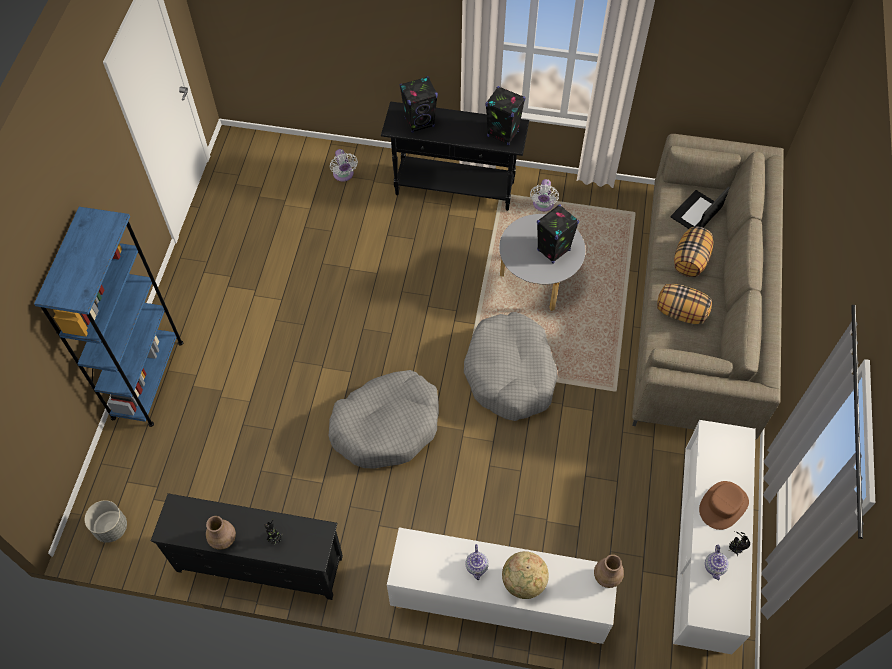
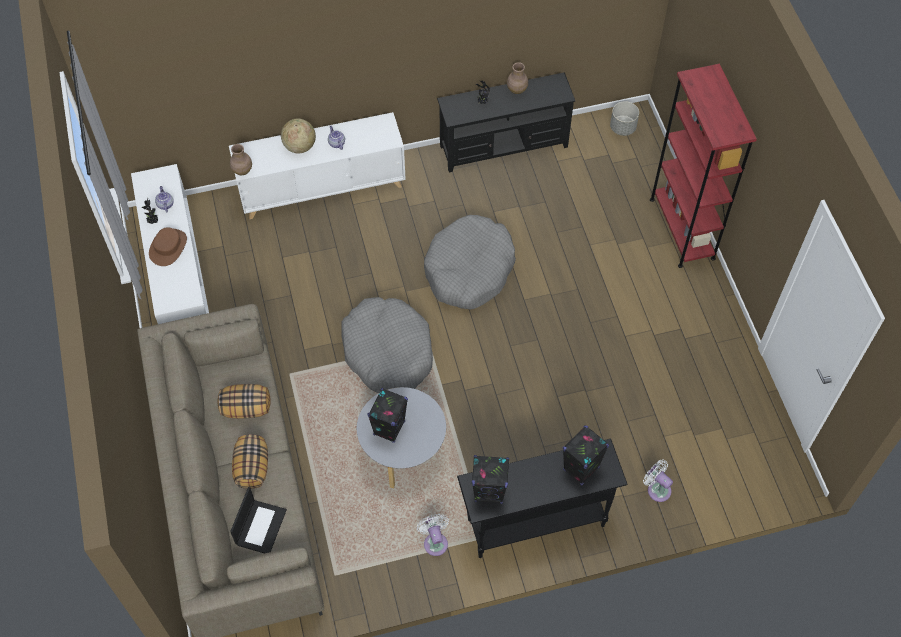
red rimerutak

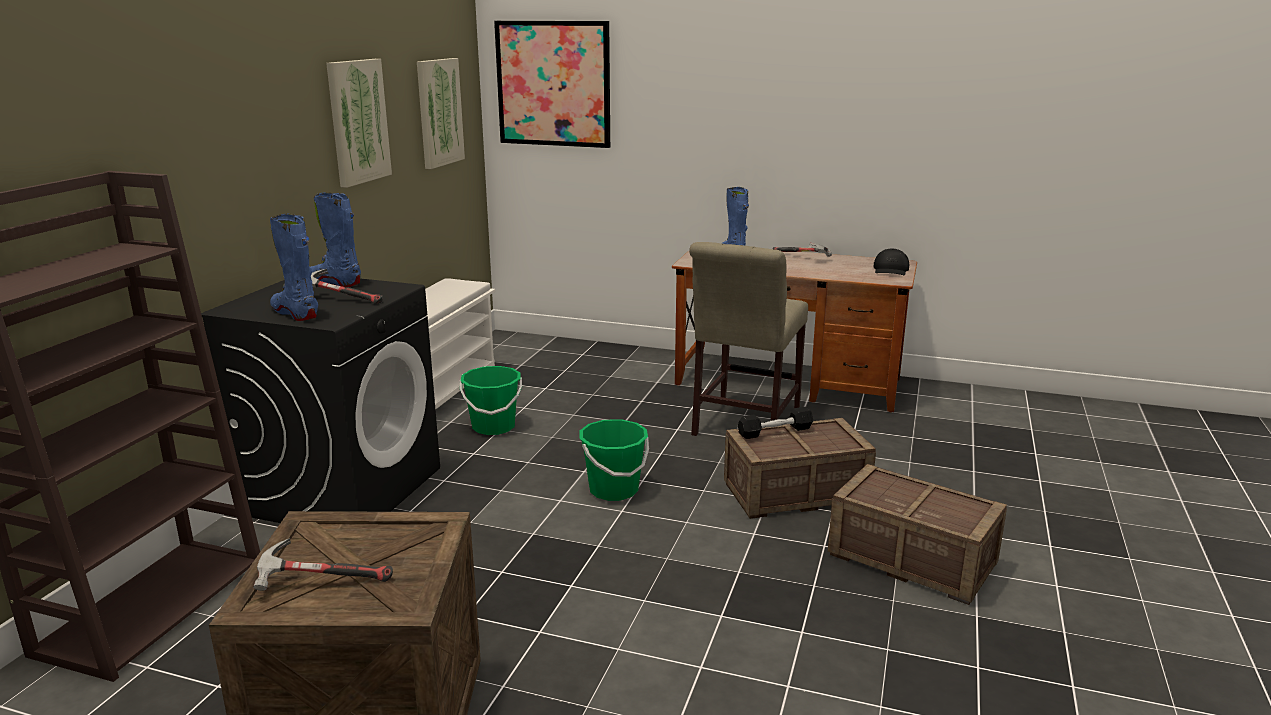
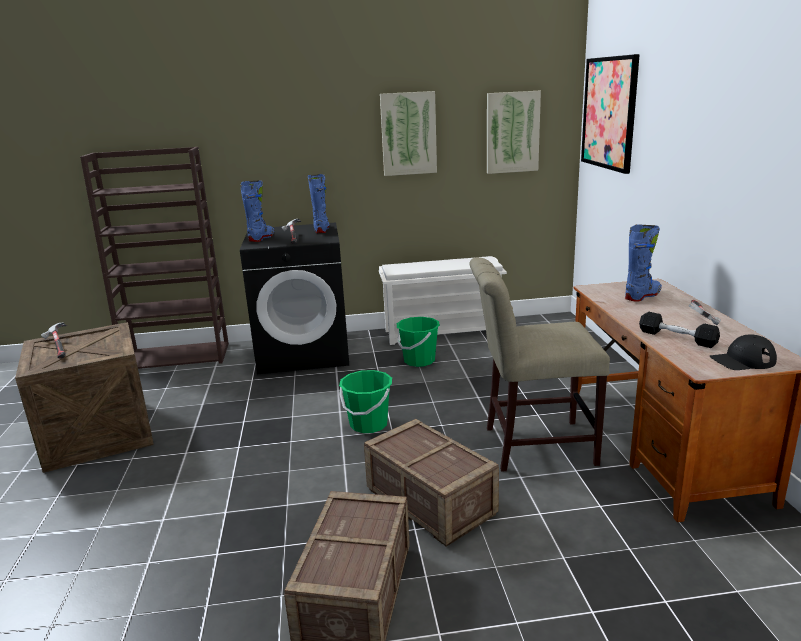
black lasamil

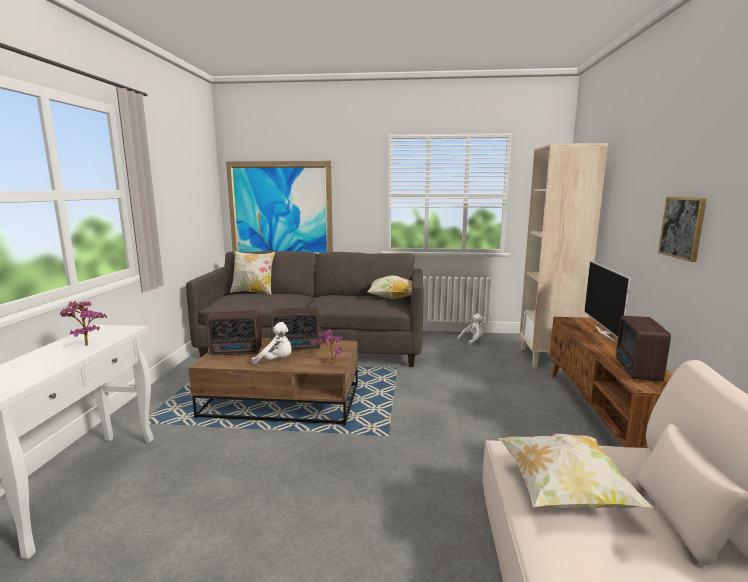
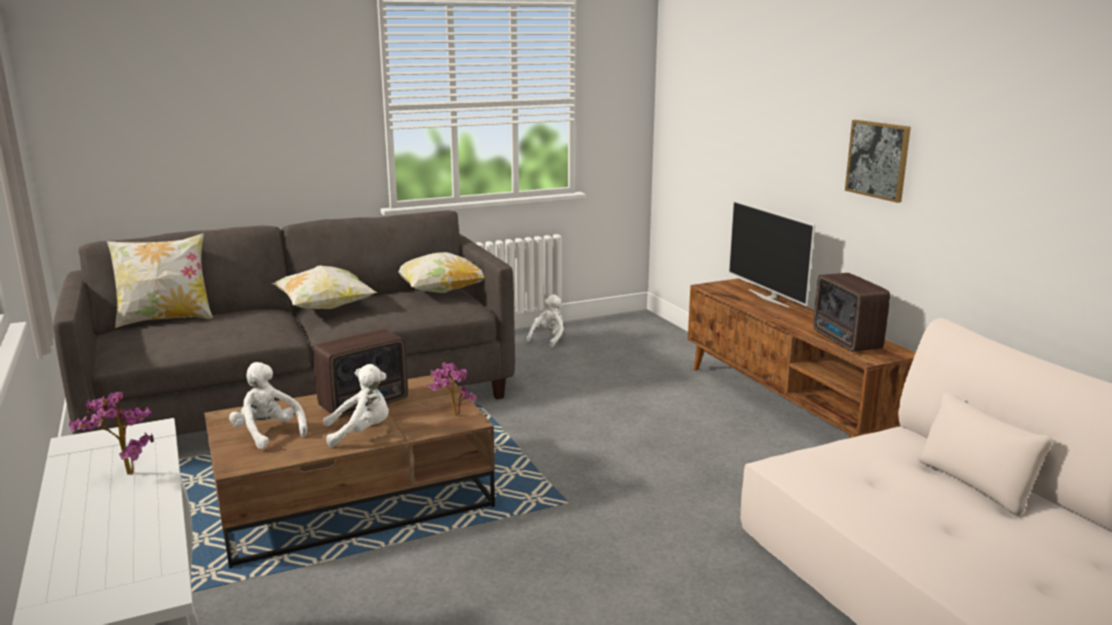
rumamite (1st from left in the first image); beige rimerutak; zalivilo (2nd from left); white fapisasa (1st from left)

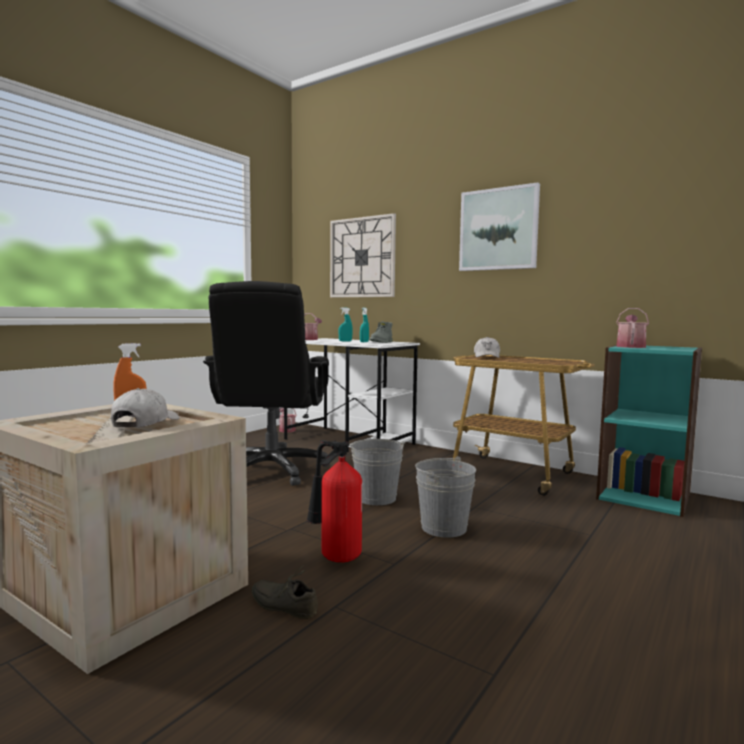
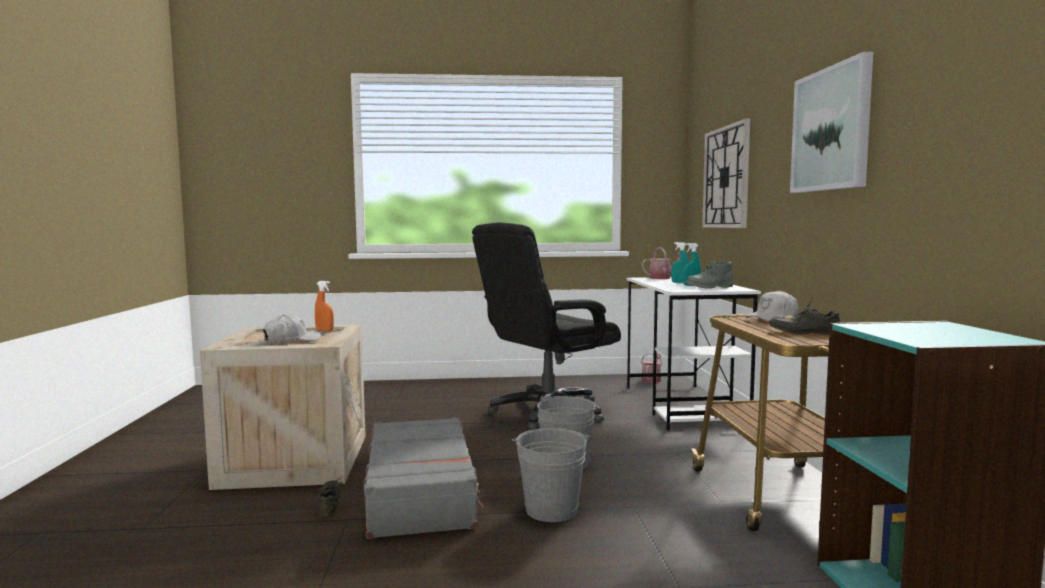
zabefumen (3rd from left in the first image); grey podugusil (2nd from left); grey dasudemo

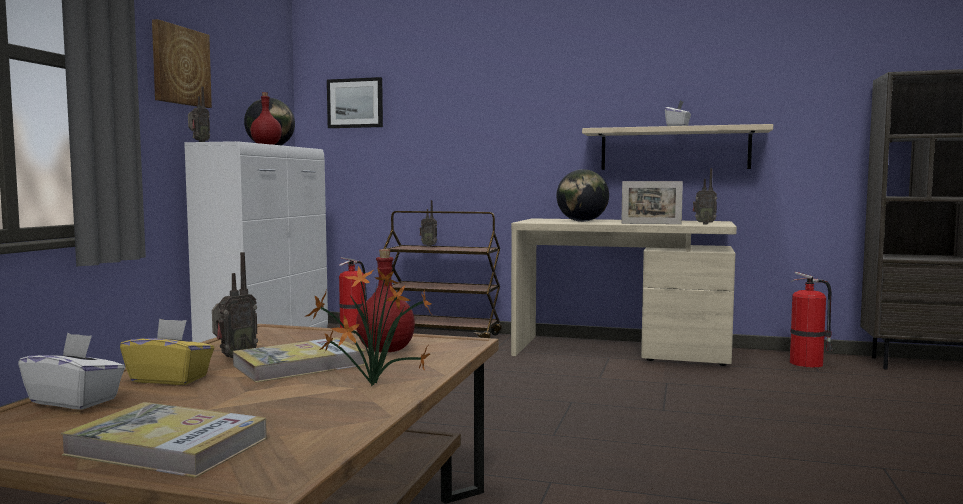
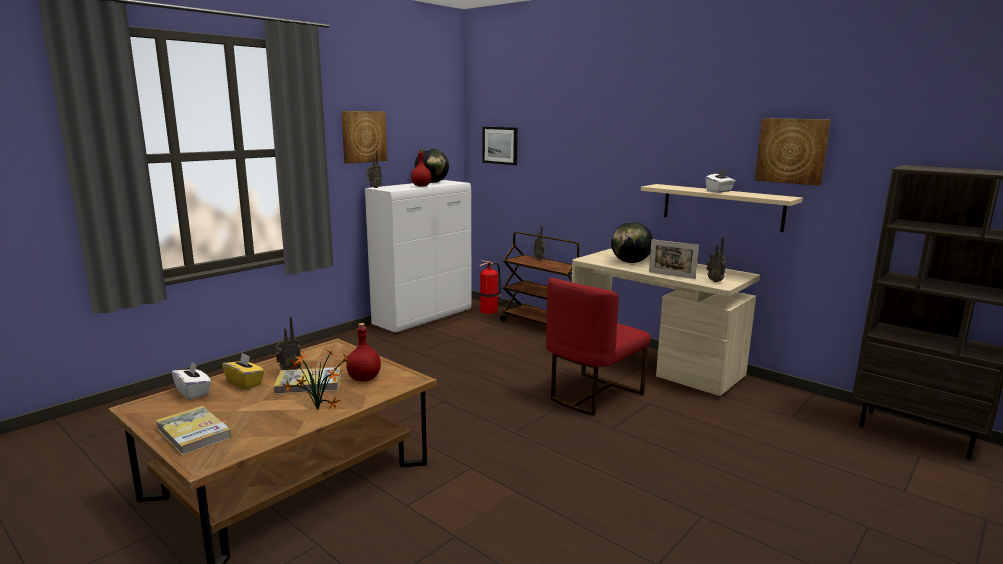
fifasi (2nd from left in the first image); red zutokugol; rumamite (3rd from left)

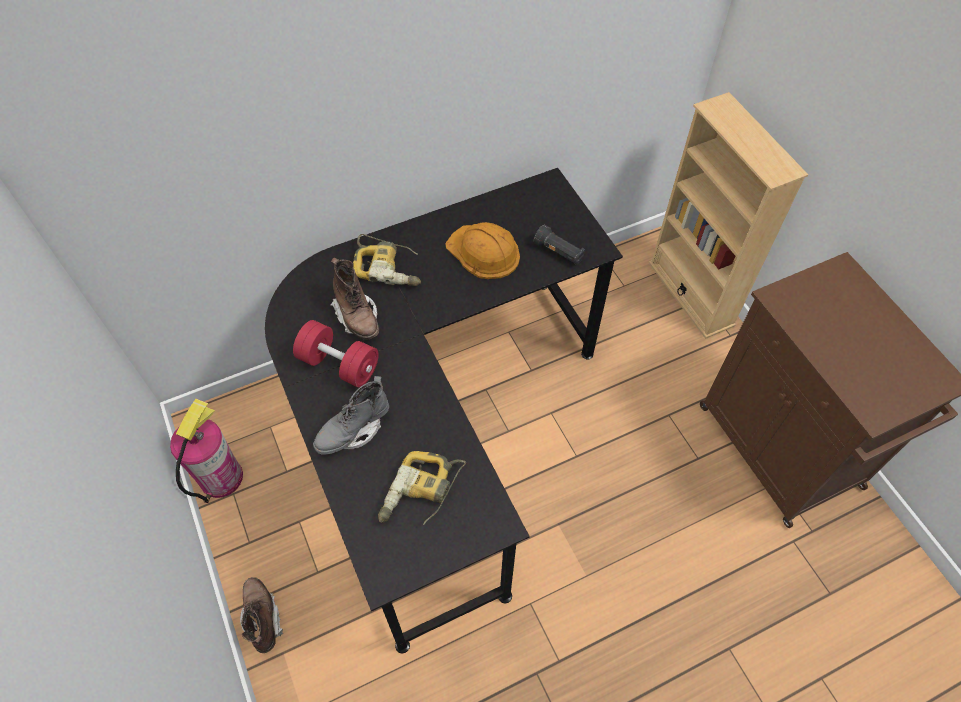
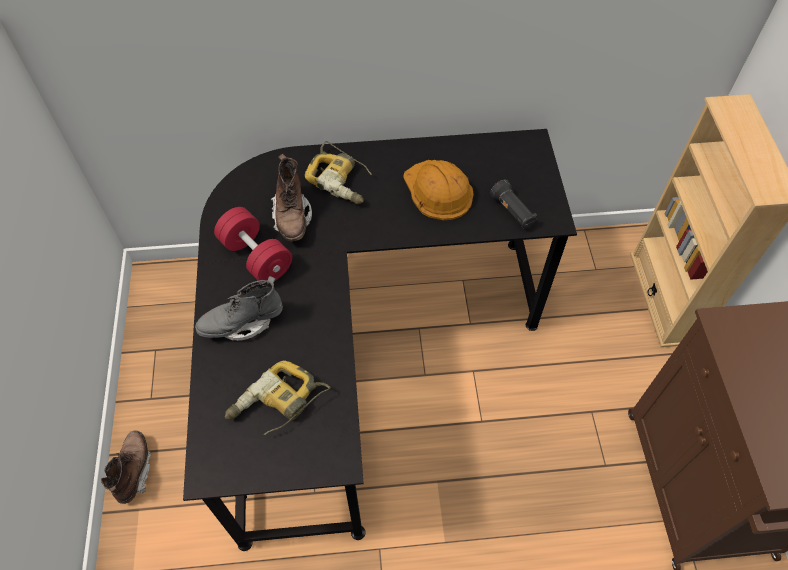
fifasi

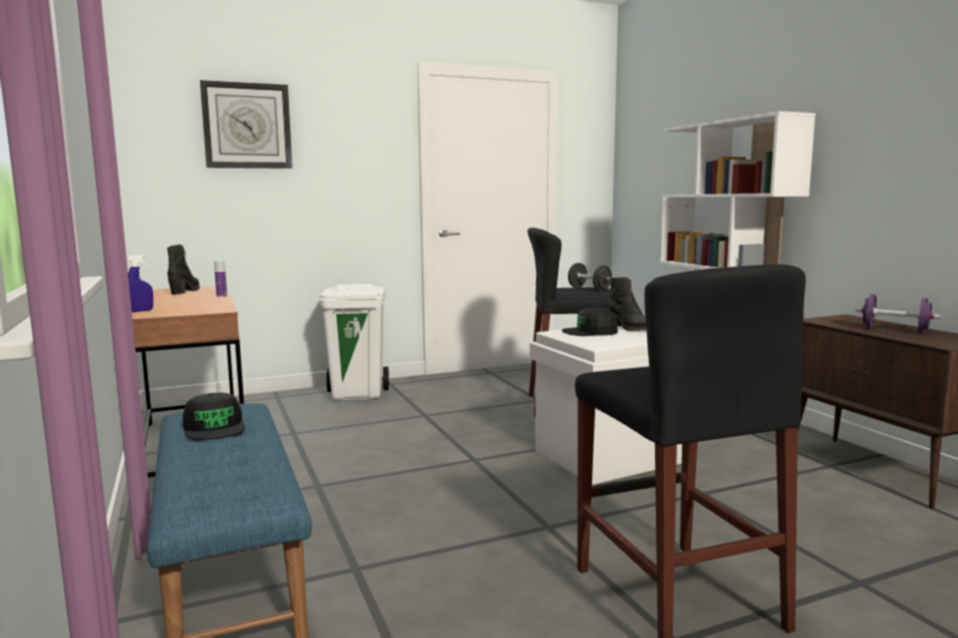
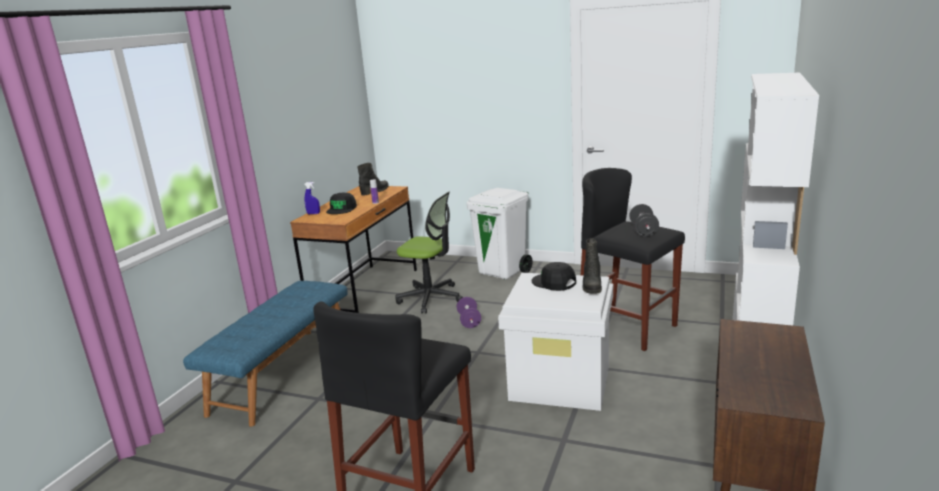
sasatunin; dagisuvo; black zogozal (1st from left); purple lasamil

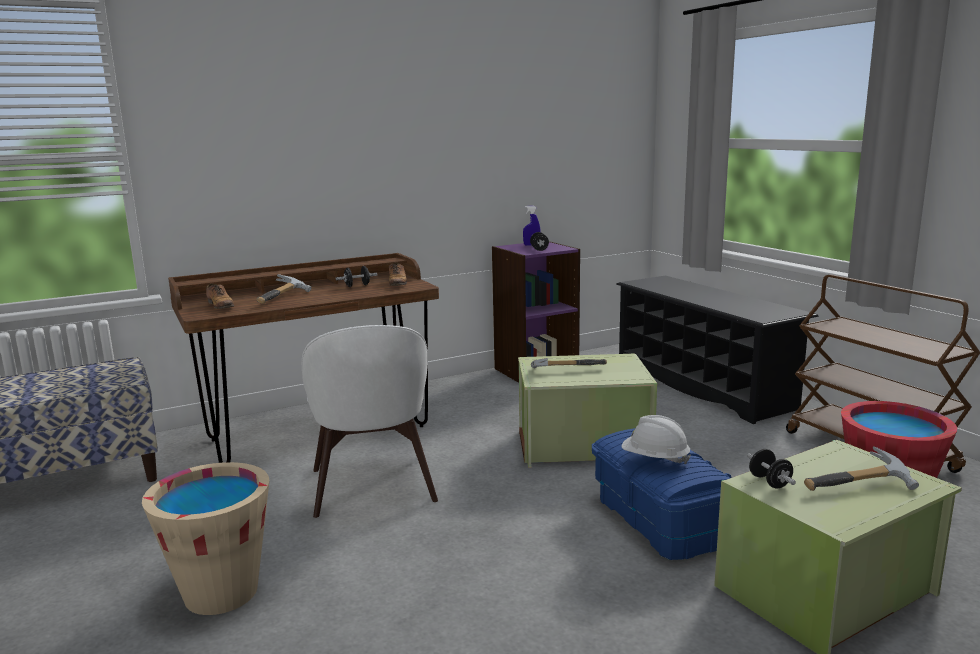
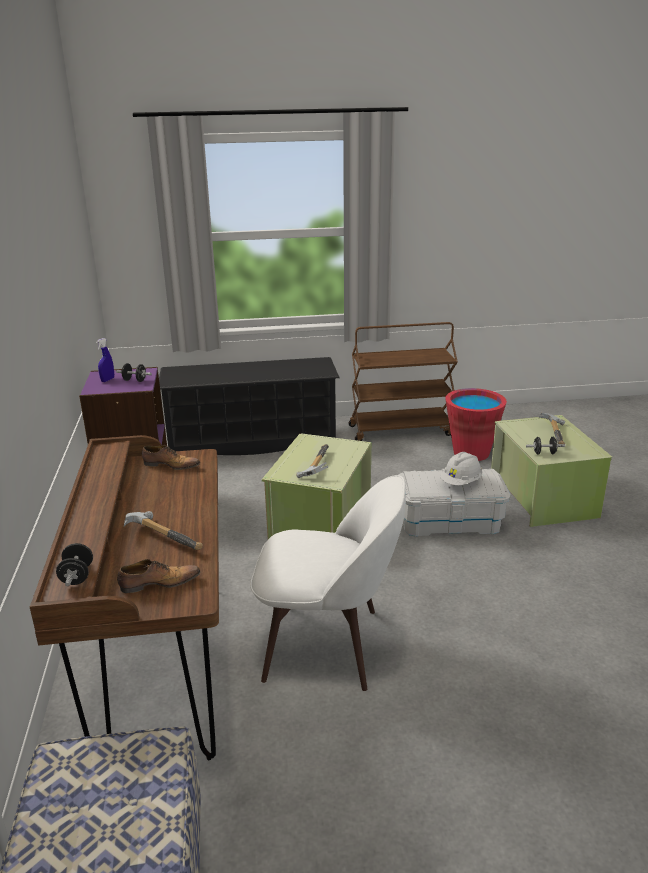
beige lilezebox; black lasamil (1st from left); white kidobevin

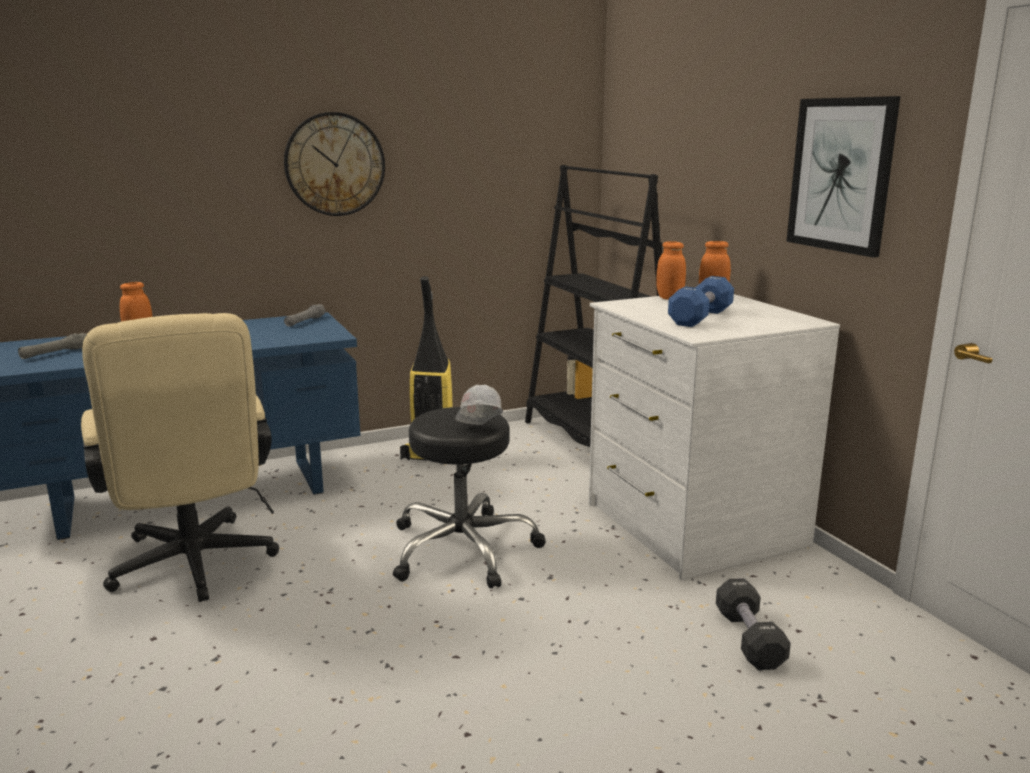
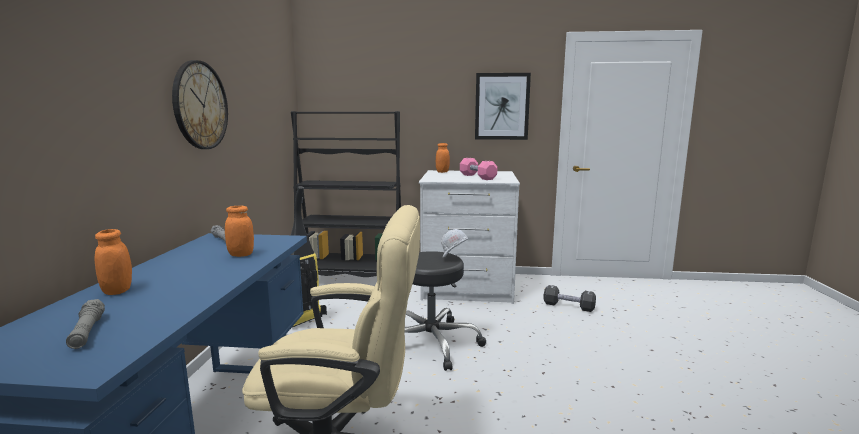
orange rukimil (2nd from left); pink lasamil

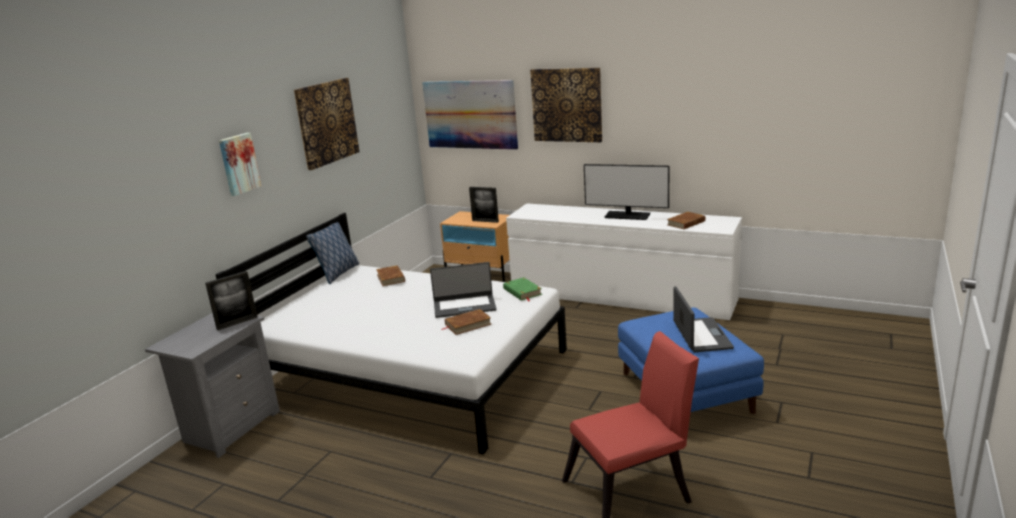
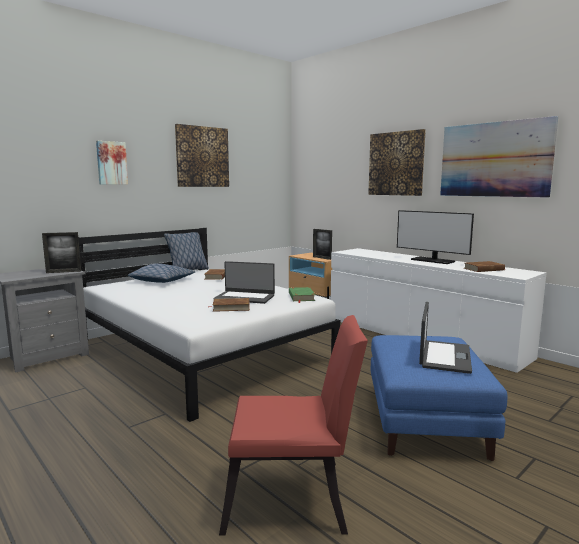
zalivilo (1st from left); rumamite (4th from left)

